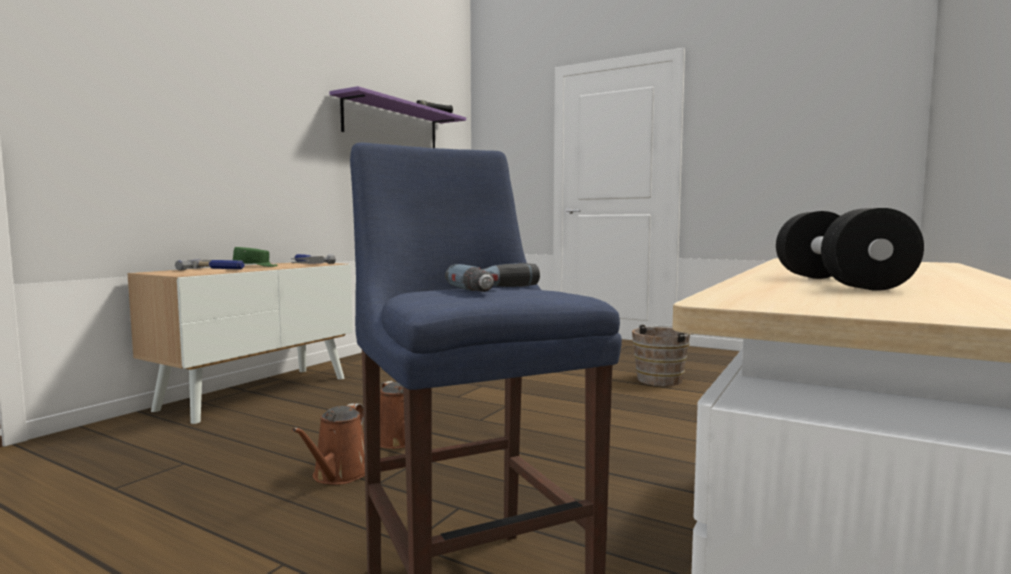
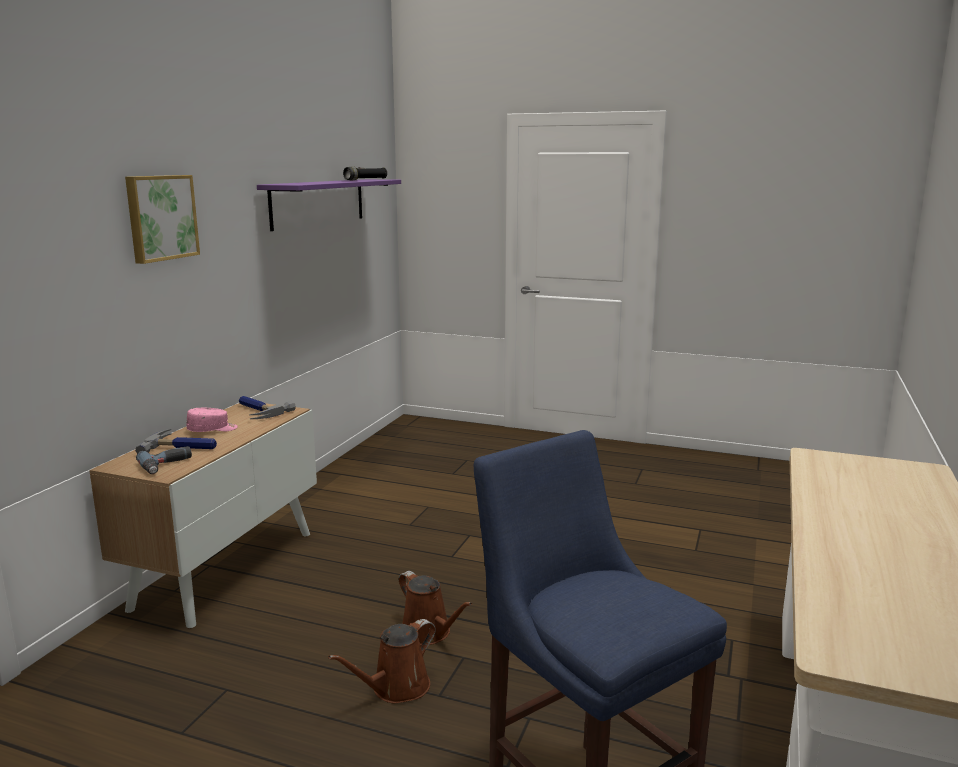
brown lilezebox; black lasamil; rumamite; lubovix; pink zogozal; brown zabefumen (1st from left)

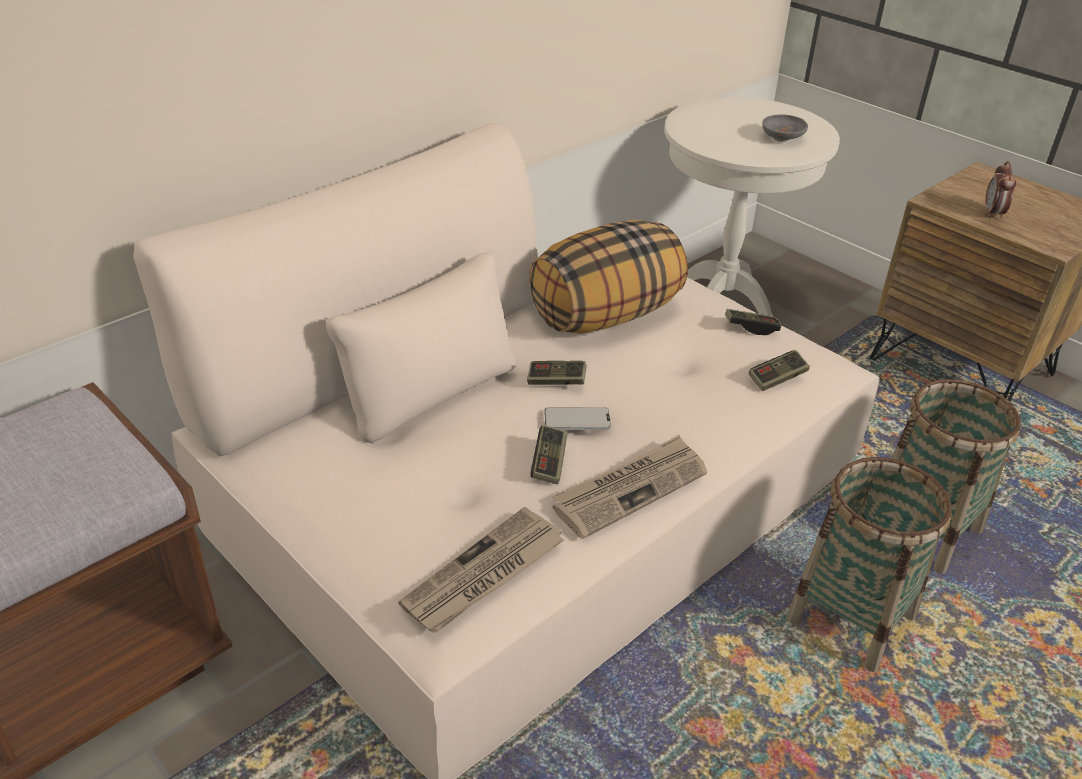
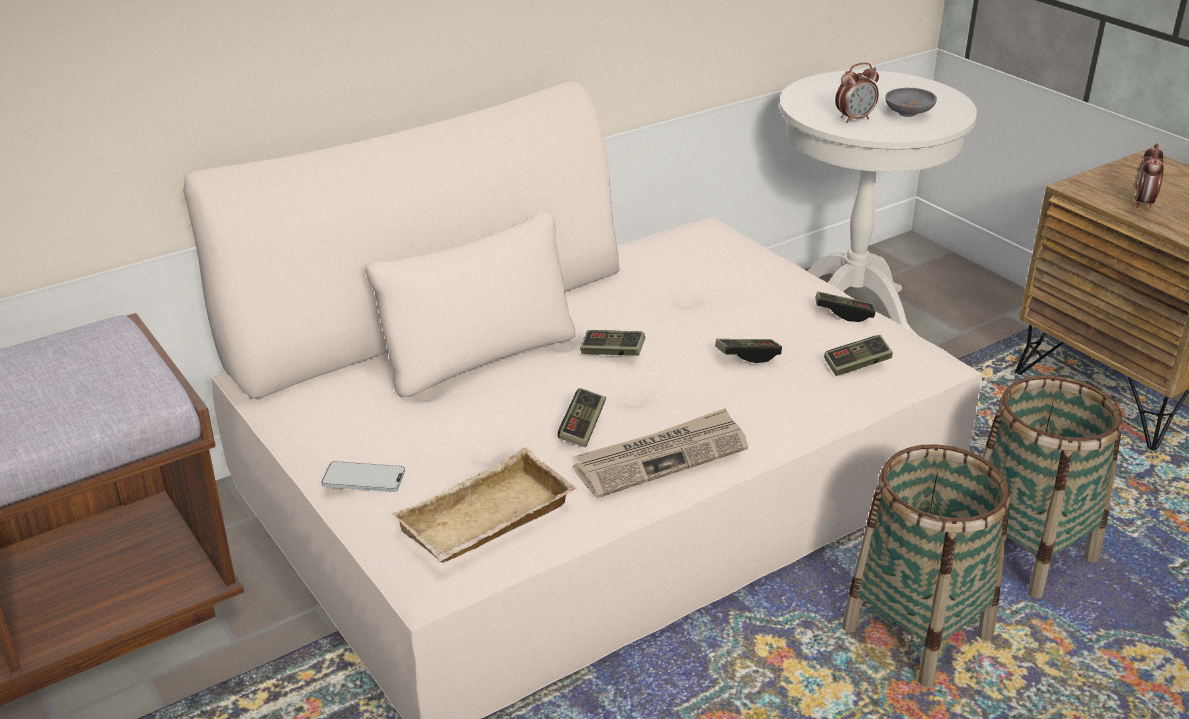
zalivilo; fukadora (3rd from left); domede (1st from left); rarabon; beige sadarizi

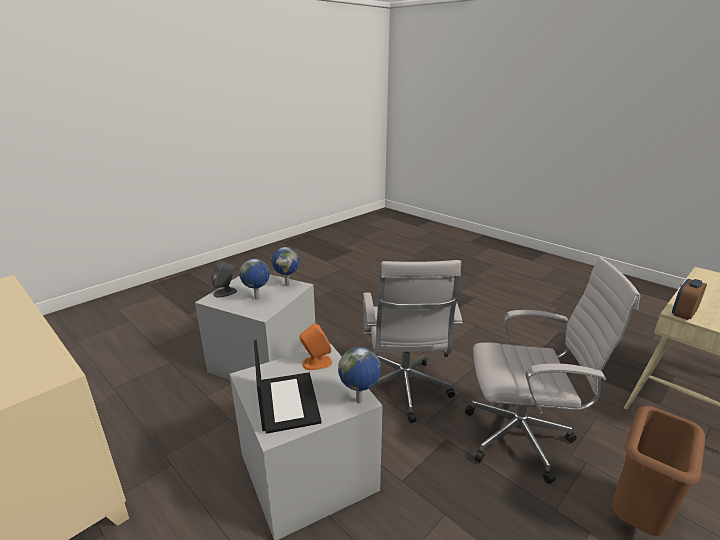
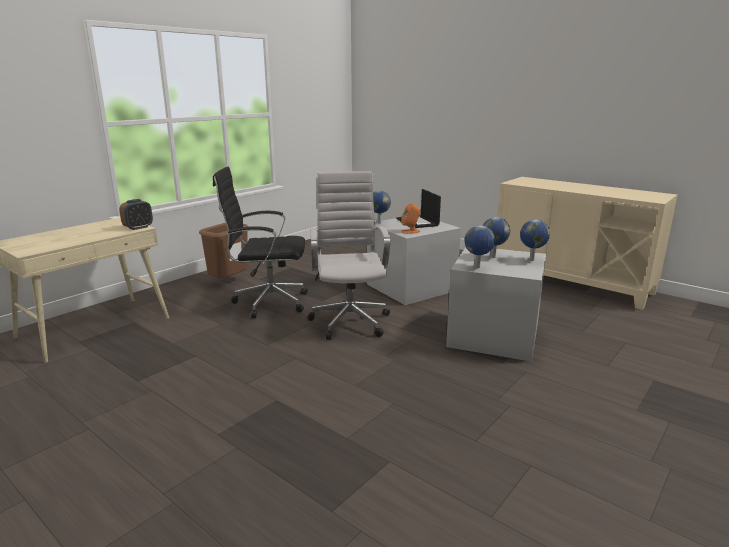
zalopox (4th from left); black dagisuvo

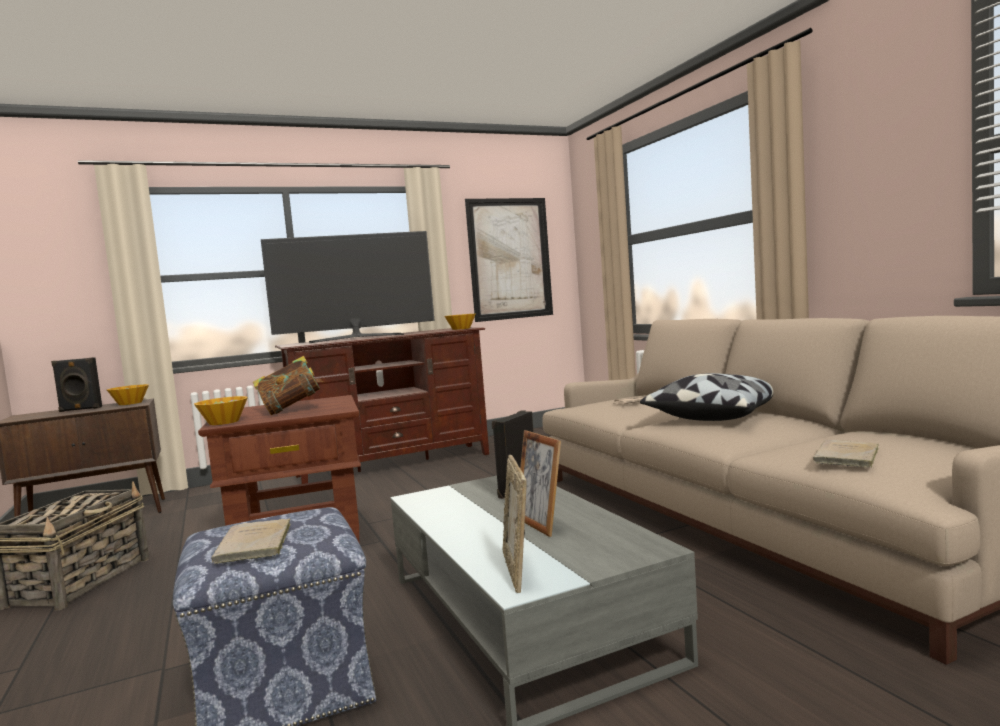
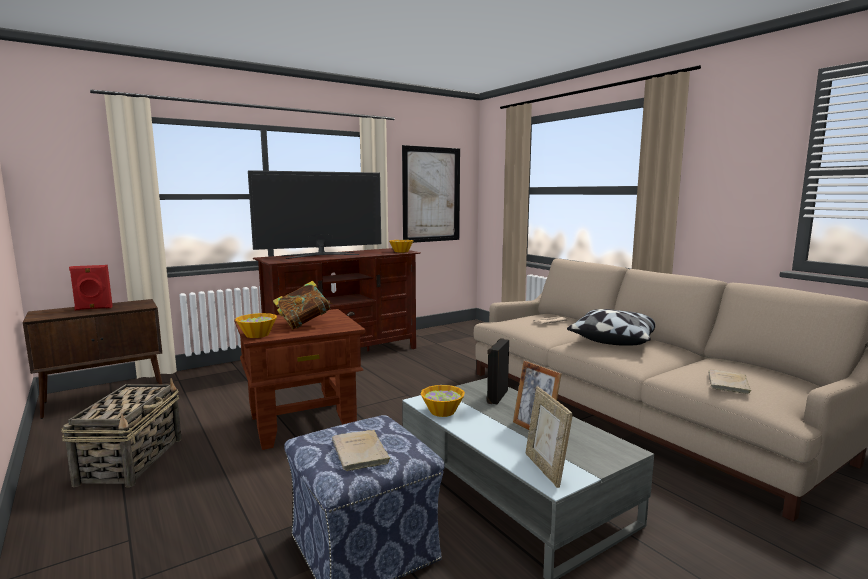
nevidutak (3rd from left); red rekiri

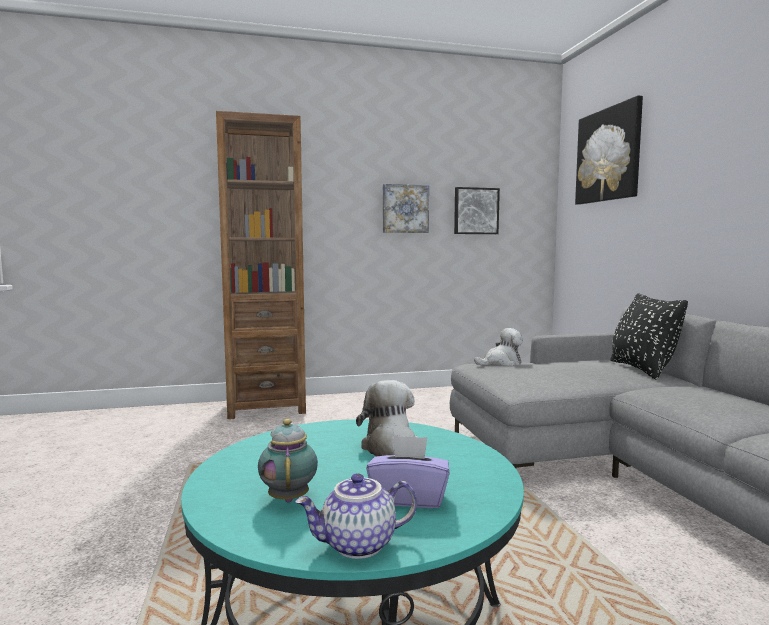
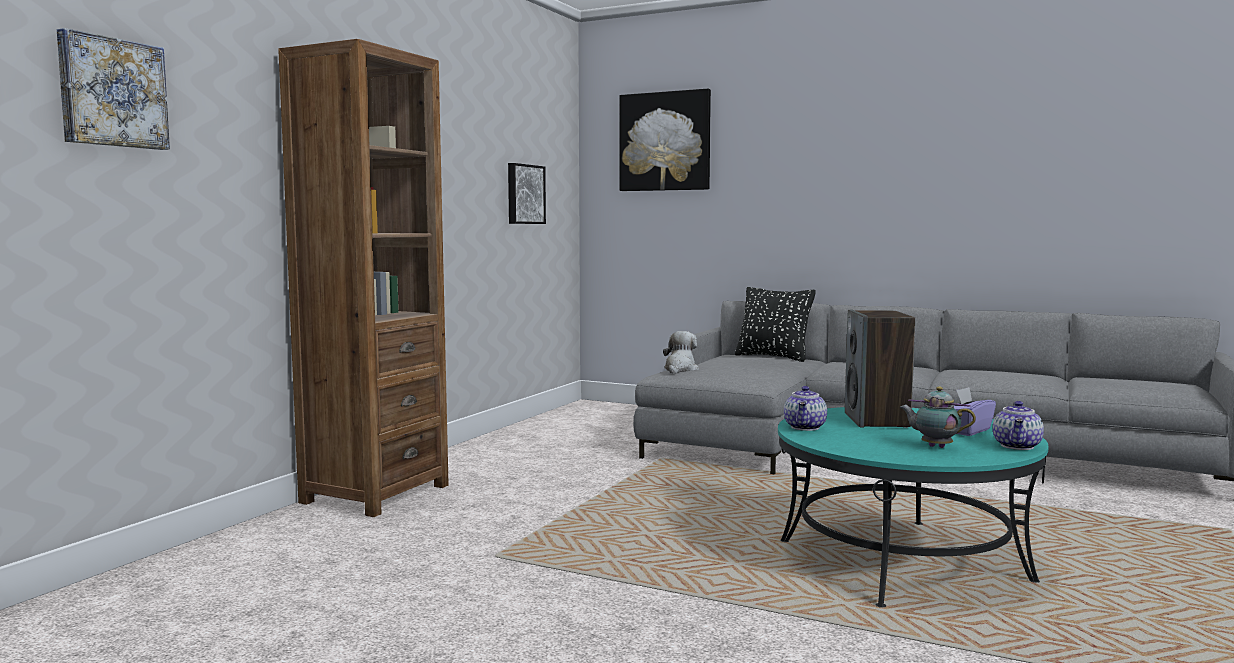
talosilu (1st from left); rumamite (1st from left); rekiri

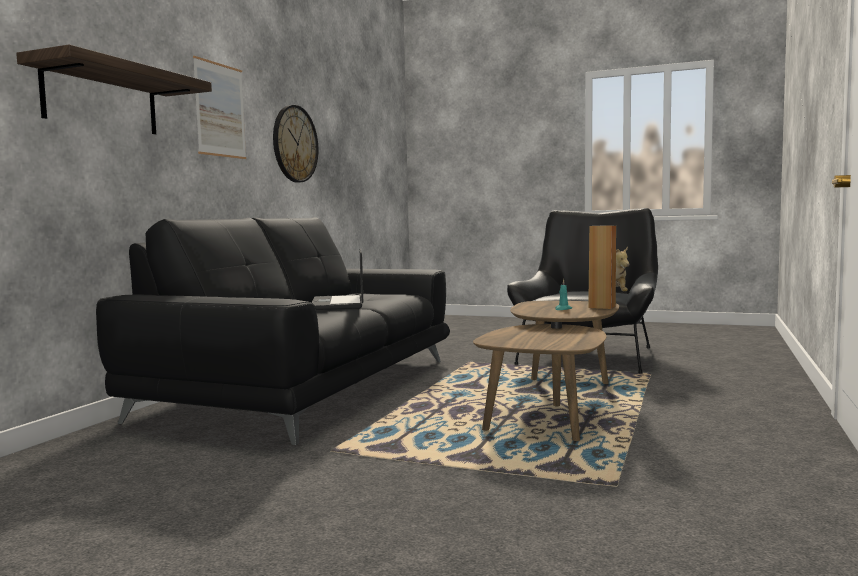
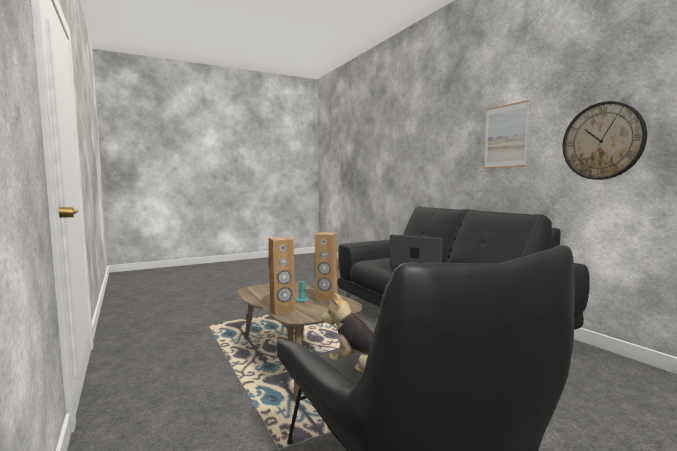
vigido; brown rekiri (2nd from left)

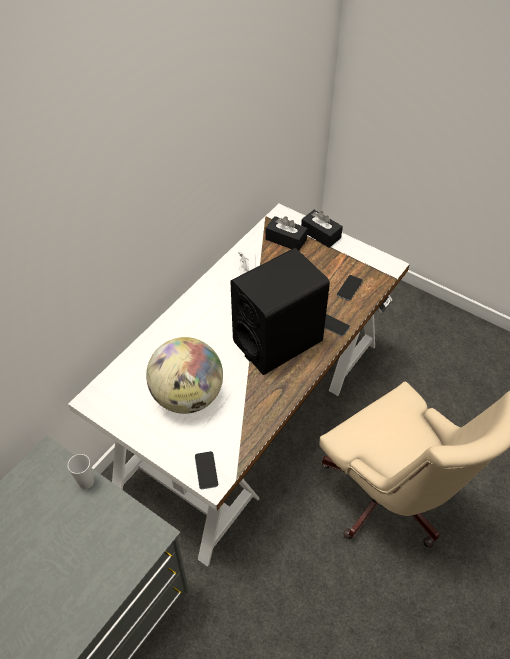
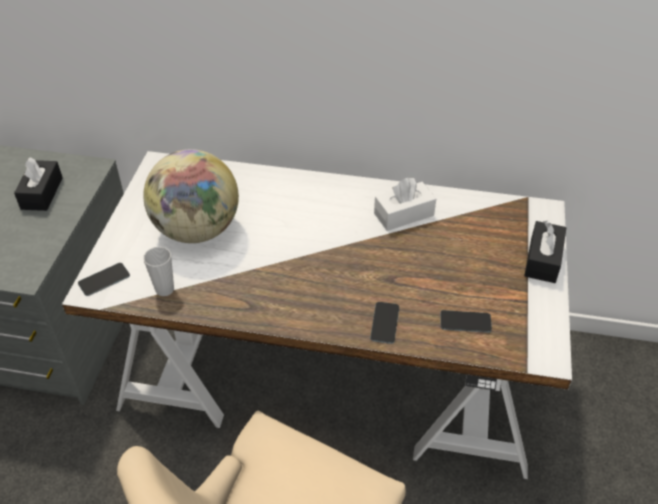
black rekiri; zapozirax; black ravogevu (1st from left)

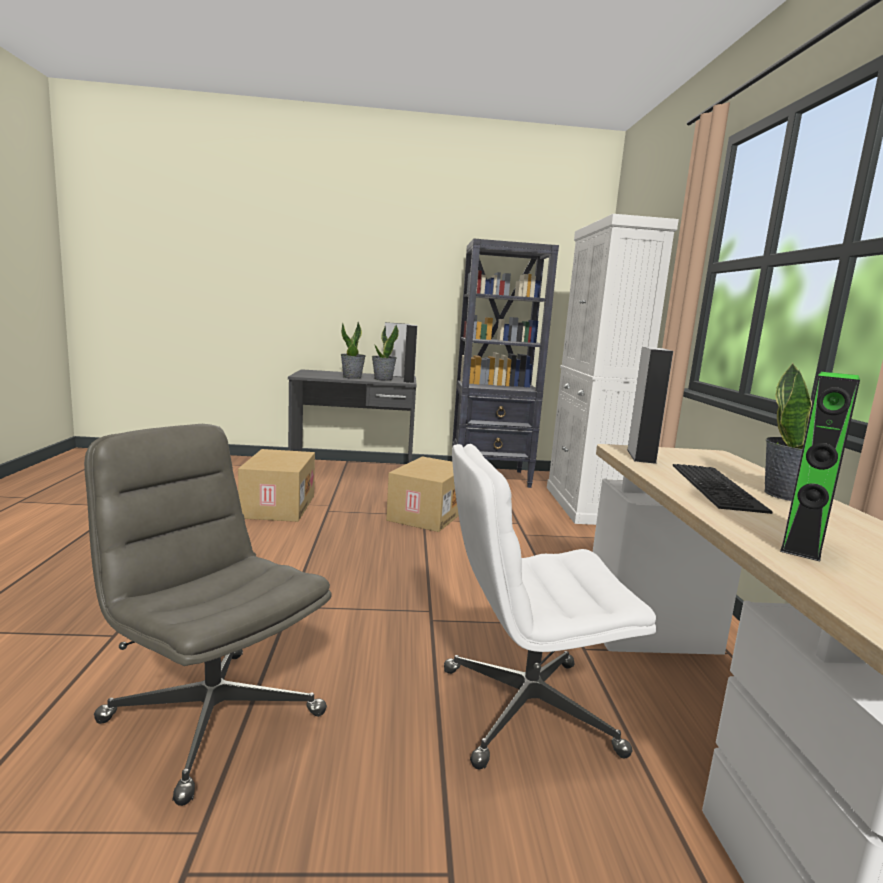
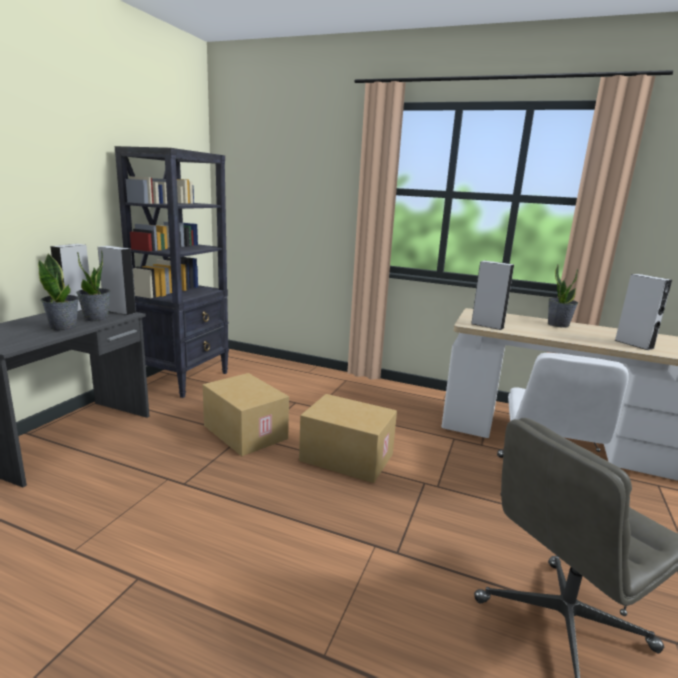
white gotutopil; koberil; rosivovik (2nd from left); grey rekiri (4th from left)

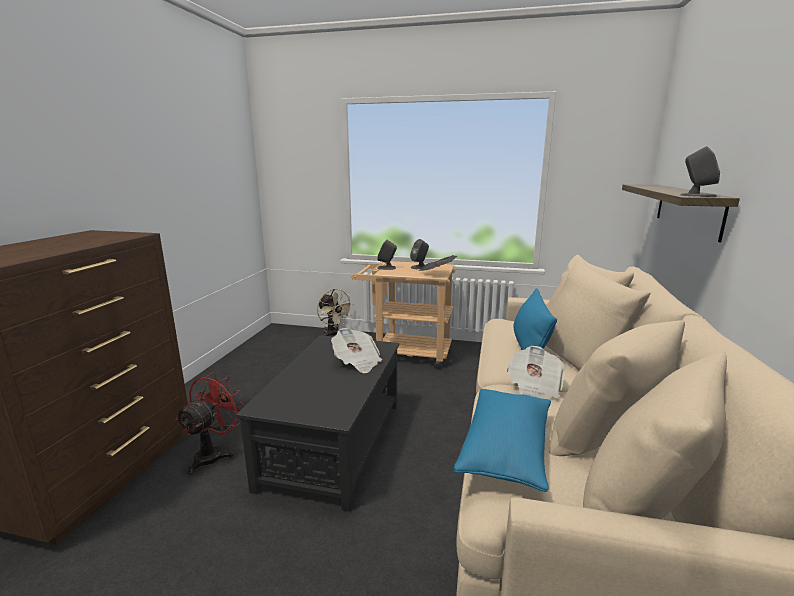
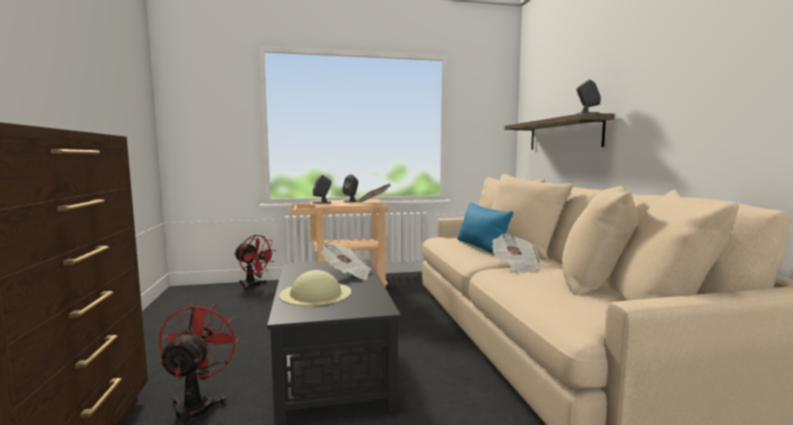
blue zalivilo (1st from left in the first image); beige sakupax; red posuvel (2nd from left)

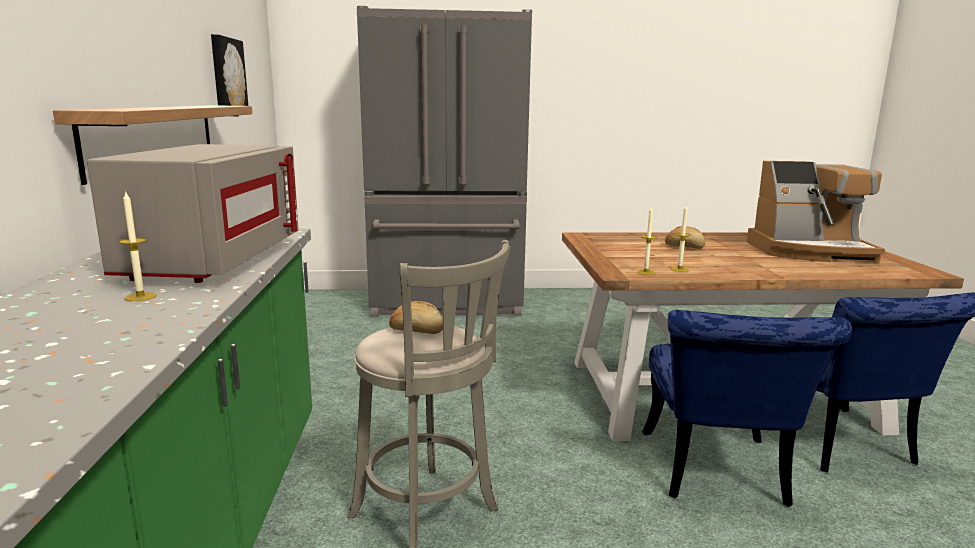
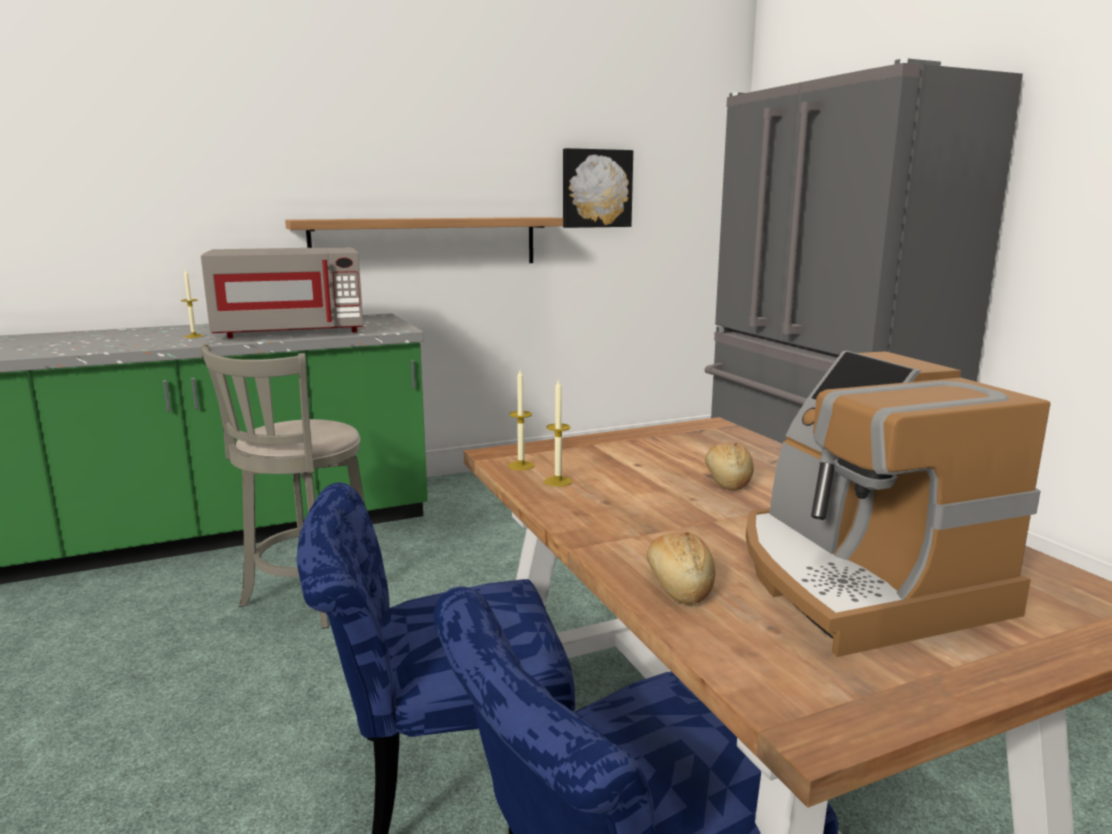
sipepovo (1st from left)

